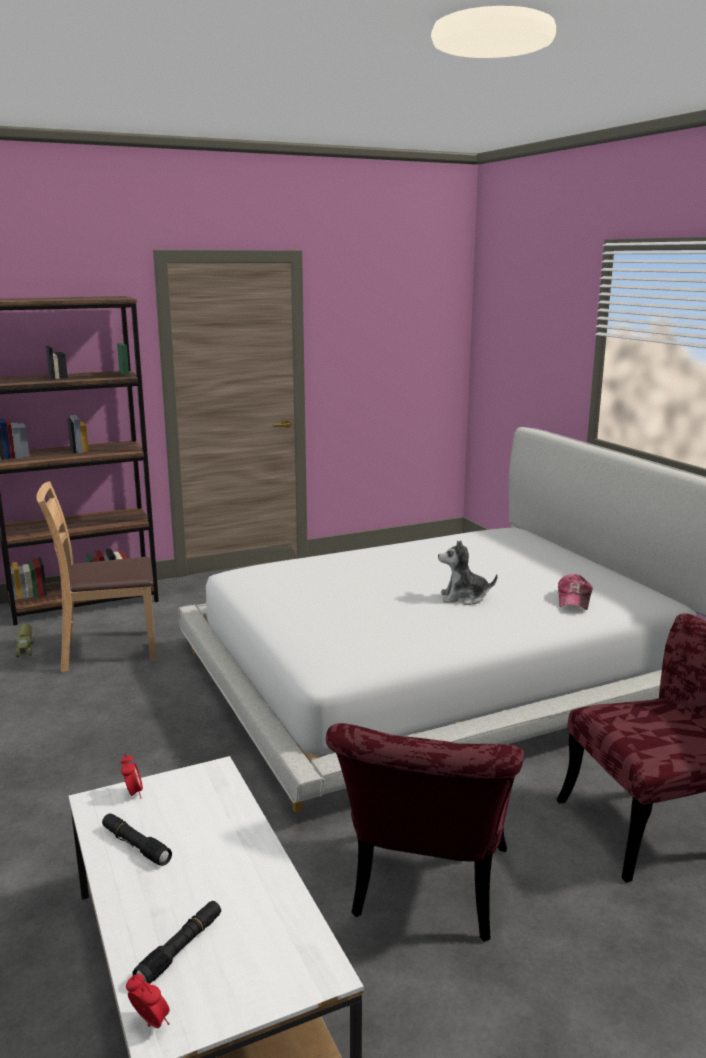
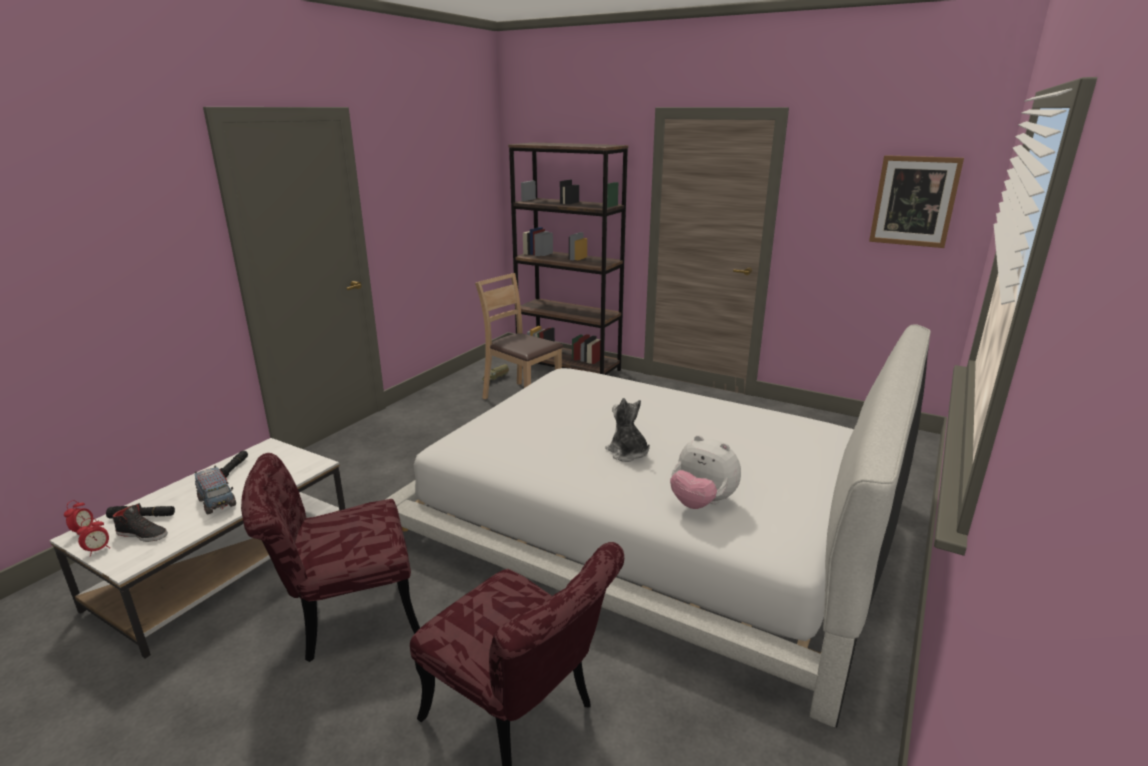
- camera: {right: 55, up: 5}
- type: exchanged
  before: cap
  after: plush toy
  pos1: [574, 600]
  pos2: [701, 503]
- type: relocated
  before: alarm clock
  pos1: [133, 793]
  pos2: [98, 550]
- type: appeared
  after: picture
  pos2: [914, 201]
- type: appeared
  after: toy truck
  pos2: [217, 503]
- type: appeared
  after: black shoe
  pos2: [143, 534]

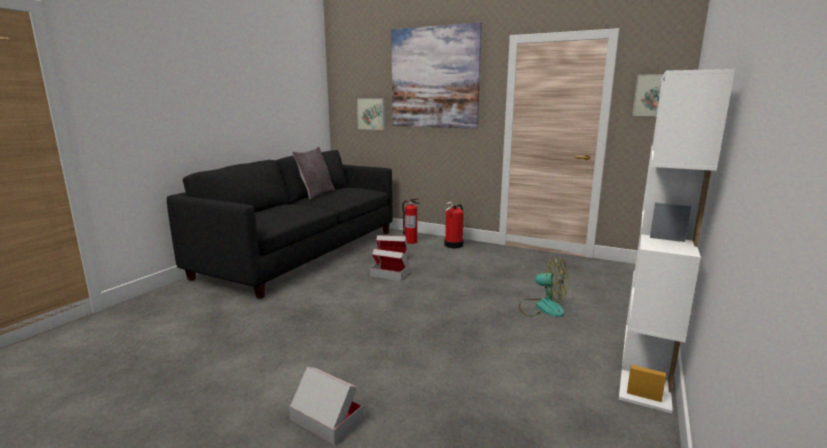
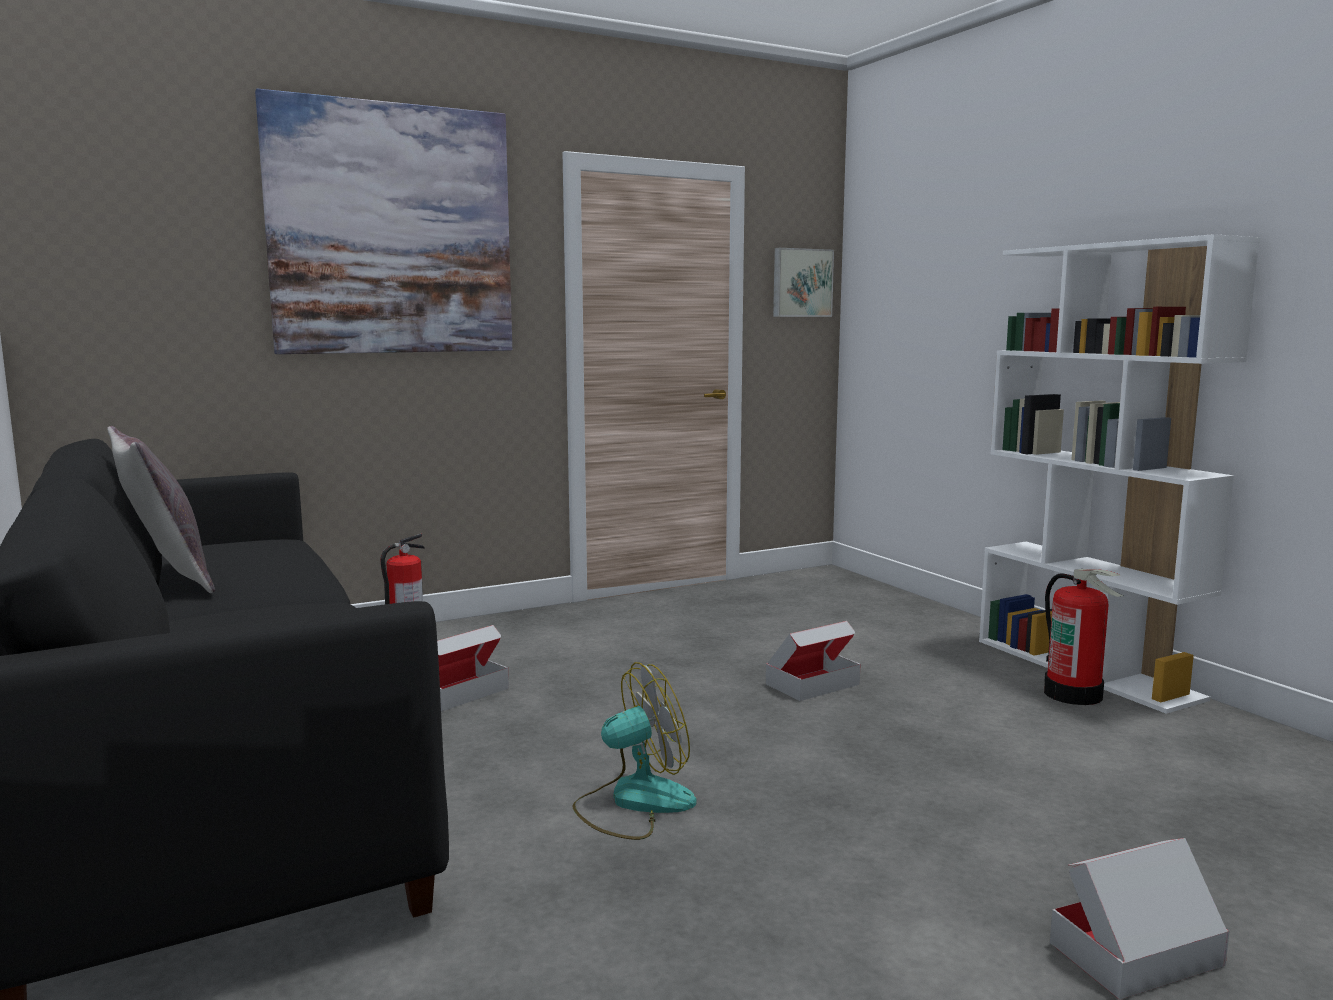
- camera: {right: -55, up: -5}
- type: missing
  before: picture
  pos1: [371, 114]
- type: relocated
  before: fire extinguisher
  pos1: [454, 245]
  pos2: [1074, 694]
- type: relocated
  before: cardboard box
  pos1: [390, 274]
  pos2: [812, 684]
- type: relocated
  before: fan
  pos1: [542, 307]
  pos2: [634, 802]

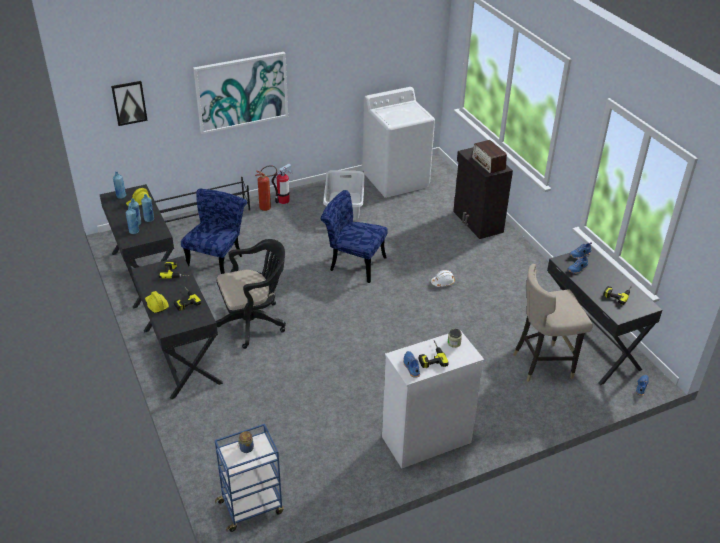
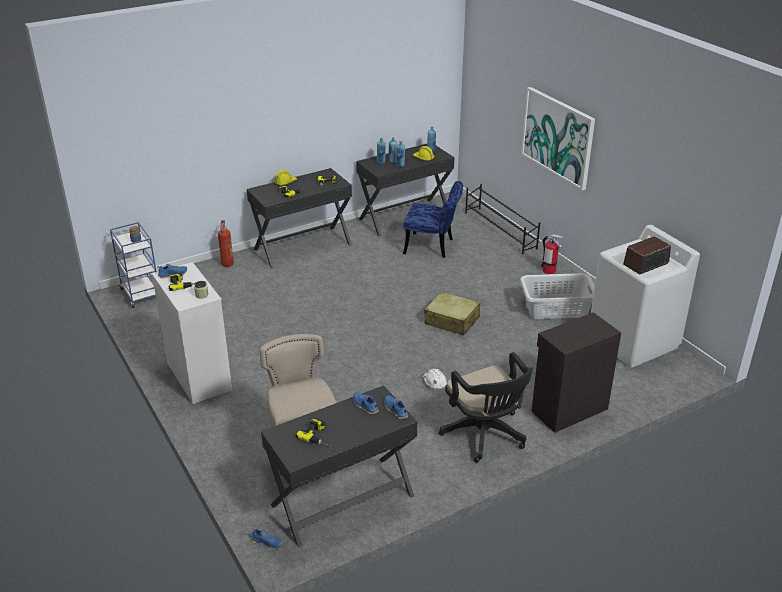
- camera: {right: 85, up: -5}
- type: missing
  before: picture
  pos1: [129, 103]
- type: relocated
  before: radio
  pos1: [488, 163]
  pos2: [645, 264]
- type: relocated
  before: fire extinguisher
  pos1: [268, 208]
  pos2: [227, 265]
- type: exchanged
  before: blue chair
  after: beige suitcase
  pos1: [353, 263]
  pos2: [452, 321]
- type: relocated
  before: black office chair
  pos1: [253, 322]
  pos2: [485, 436]

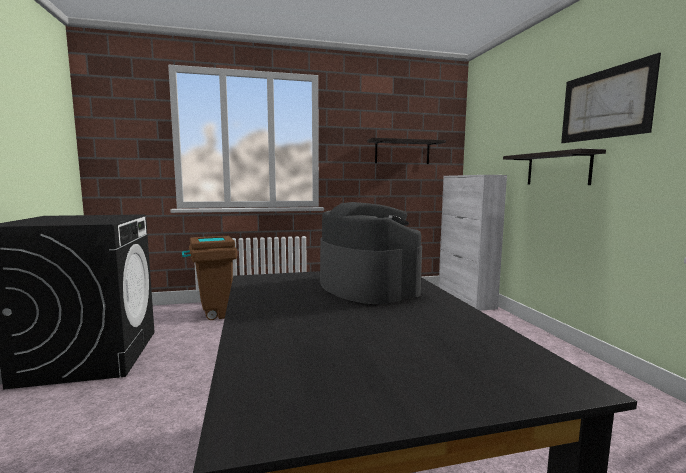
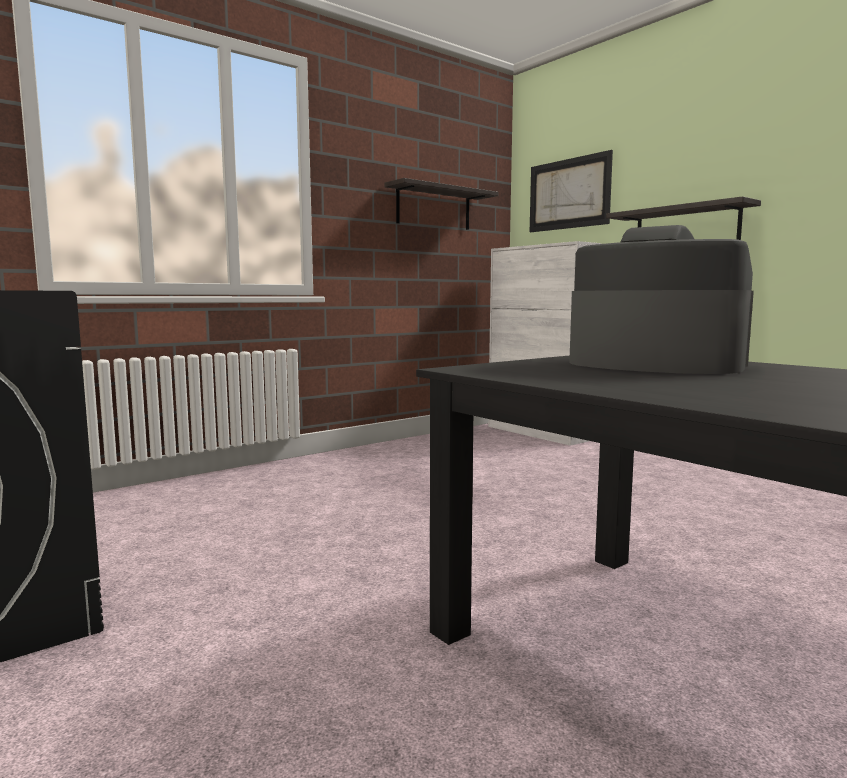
- camera: {right: -25, up: 0}
- type: relocated
  before: picture
  pos1: [604, 104]
  pos2: [568, 194]
- type: missing
  before: brown trash can
  pos1: [213, 315]

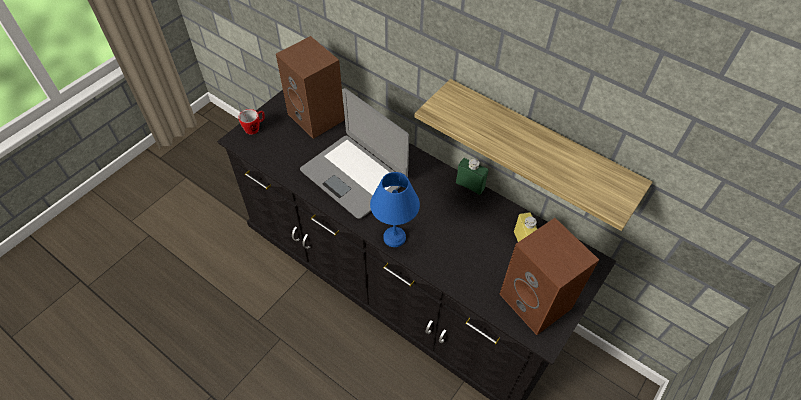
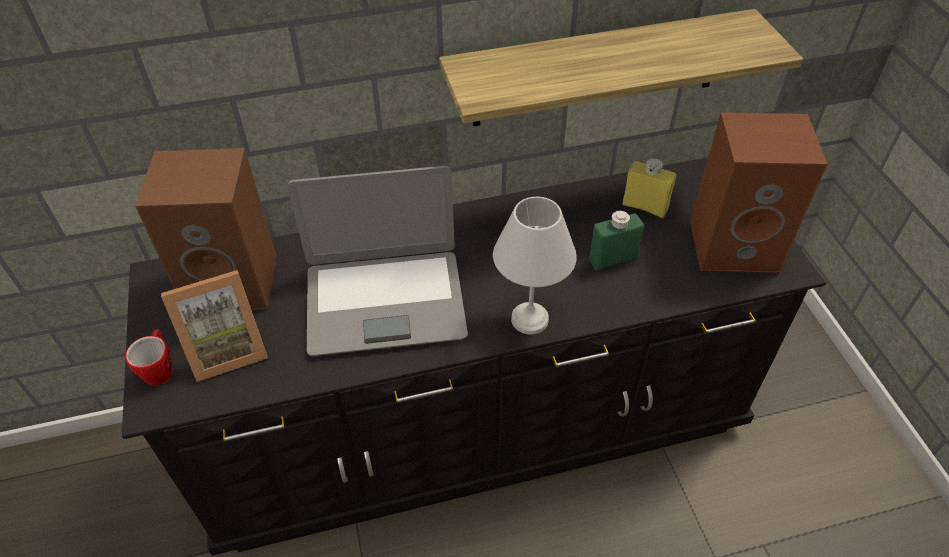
- camera: {right: -50, up: -5}
- type: relocated
  before: green bottle
  pos1: [470, 185]
  pos2: [612, 259]
- type: colour
  before: blue table lamp
  after: white table lamp
  pos1: [395, 236]
  pos2: [528, 318]
- type: appeared
  after: picture frame
  pos2: [226, 349]

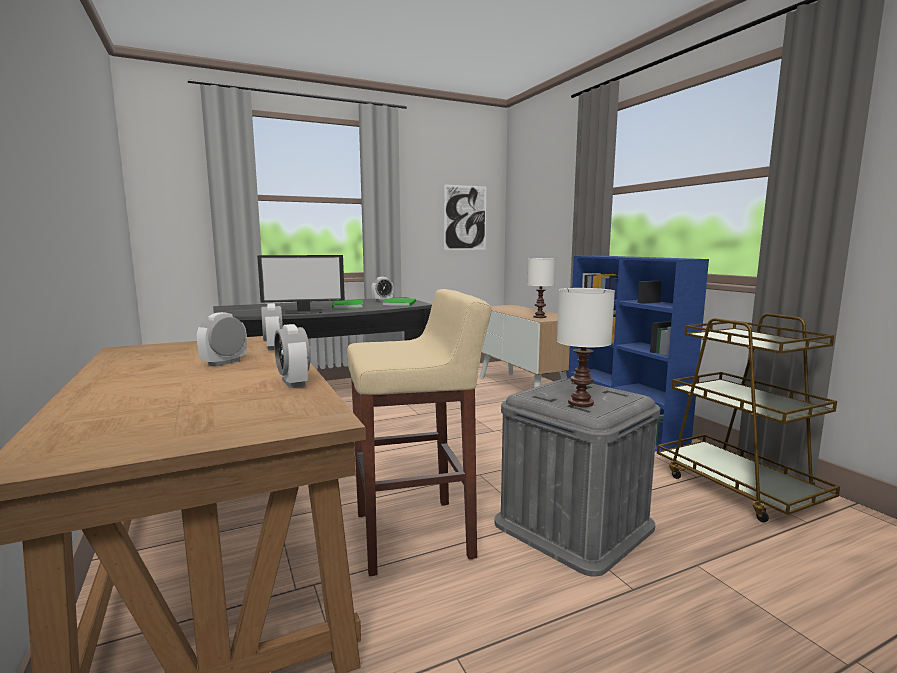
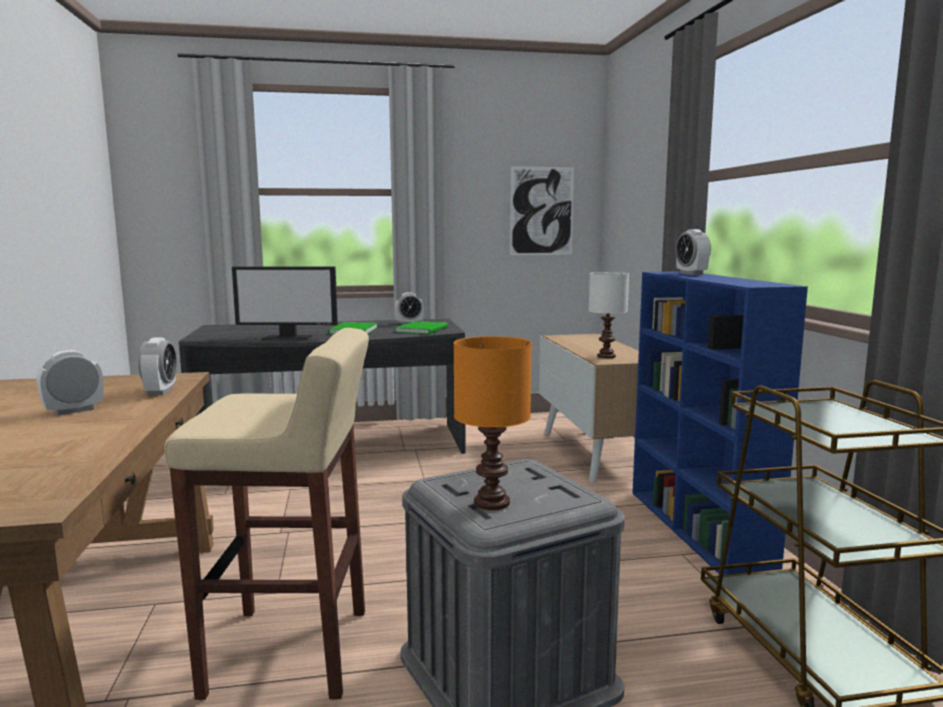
- camera: {right: 15, up: 0}
- type: colour
  before: white table lamp
  after: orange table lamp
  pos1: [580, 402]
  pos2: [492, 502]
- type: relocated
  before: alarm clock
  pos1: [293, 383]
  pos2: [691, 274]

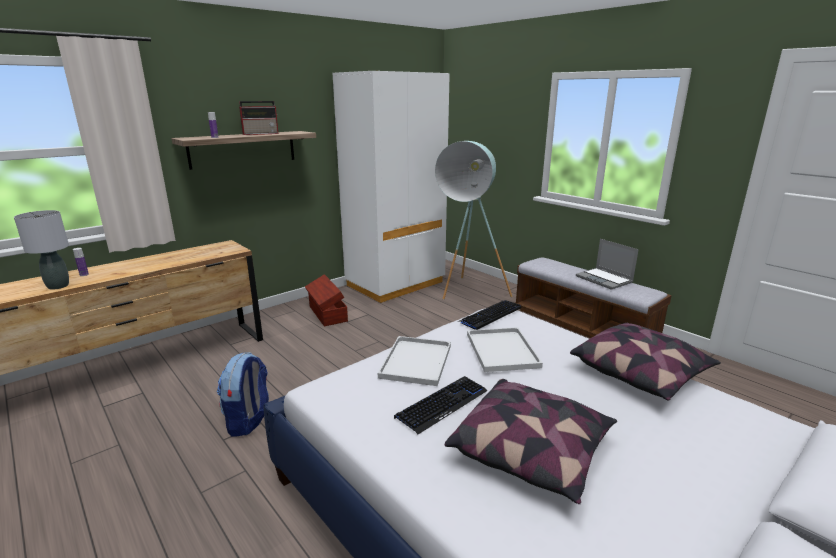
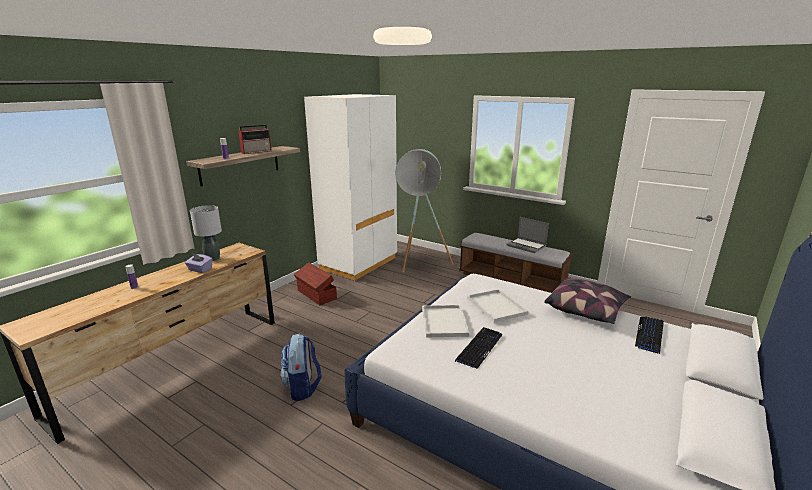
- camera: {right: -15, up: 0}
- type: relocated
  before: grey table lamp
  pos1: [58, 286]
  pos2: [212, 259]
- type: relocated
  before: keyboard
  pos1: [490, 315]
  pos2: [649, 335]
- type: missing
  before: pillow
  pos1: [532, 452]
- type: appeared
  after: purple tissue box
  pos2: [200, 270]

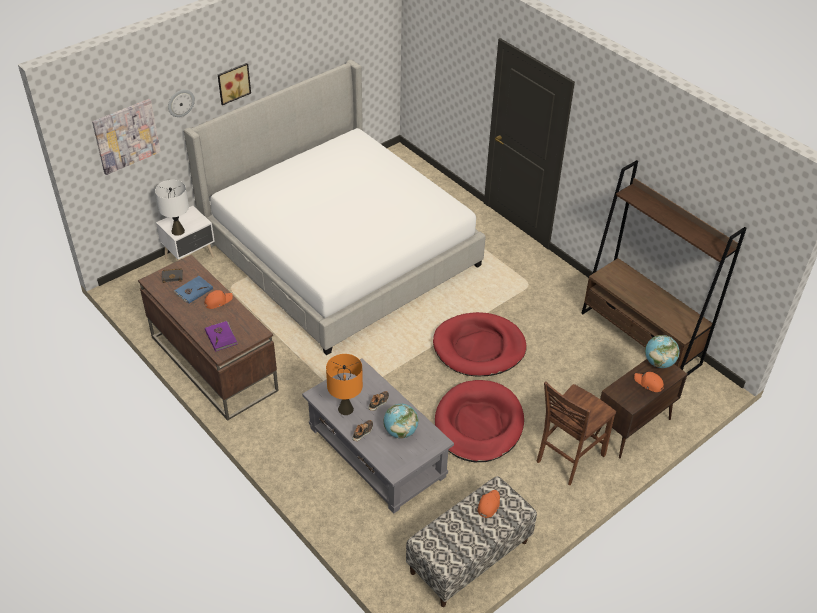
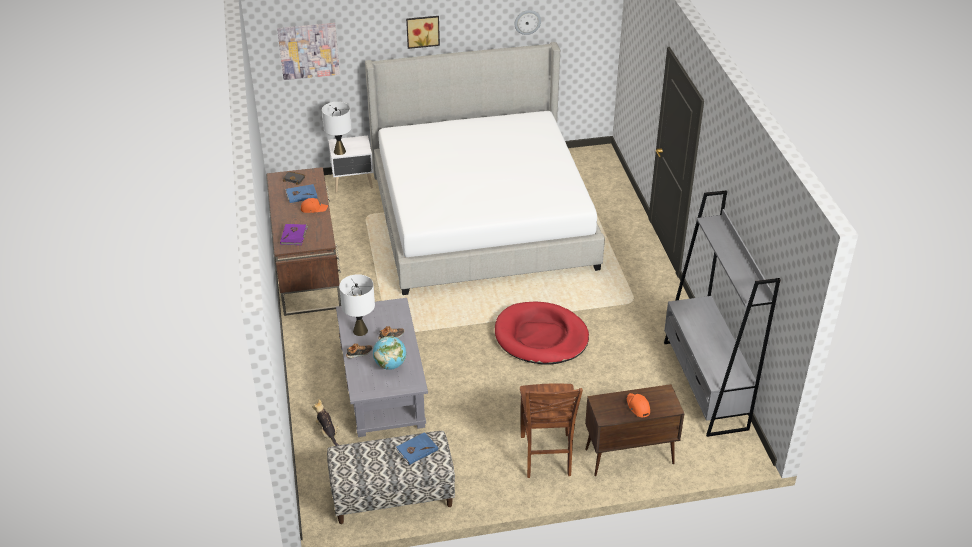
- camera: {right: 30, up: -5}
- type: relocated
  before: wall clock
  pos1: [180, 102]
  pos2: [527, 22]
- type: colour
  before: brown bookcase
  after: grey bookcase
  pos1: [640, 338]
  pos2: [704, 385]
- type: missing
  before: globe
  pos1: [659, 362]
- type: colour
  before: orange table lamp
  after: white table lamp
  pos1: [345, 409]
  pos2: [360, 331]
- type: missing
  before: red dog bed
  pos1: [478, 424]
- type: spun
  before: brown chair
  pos1: [568, 458]
  pos2: [546, 456]
  turn: -75
- type: exchanged
  before: orange cap
  after: blue book
  pos1: [488, 505]
  pos2: [416, 449]
- type: appeared
  after: plush toy
  pos2: [327, 433]

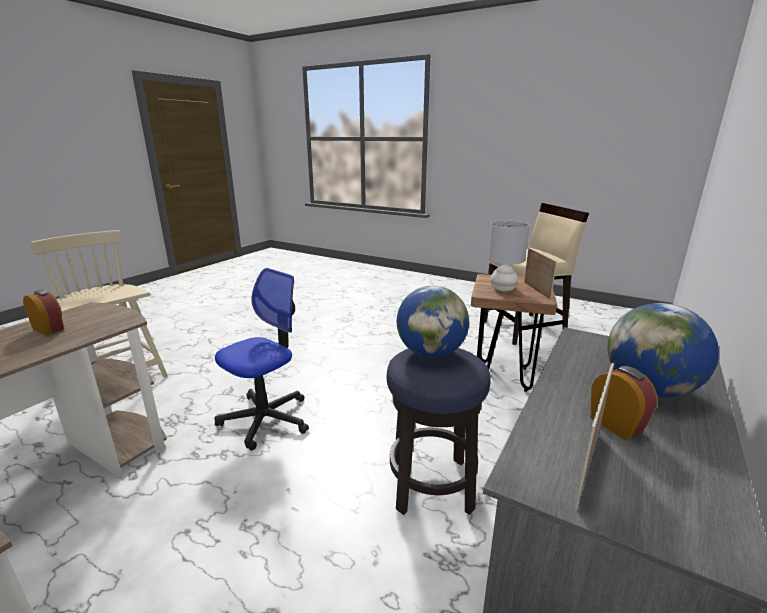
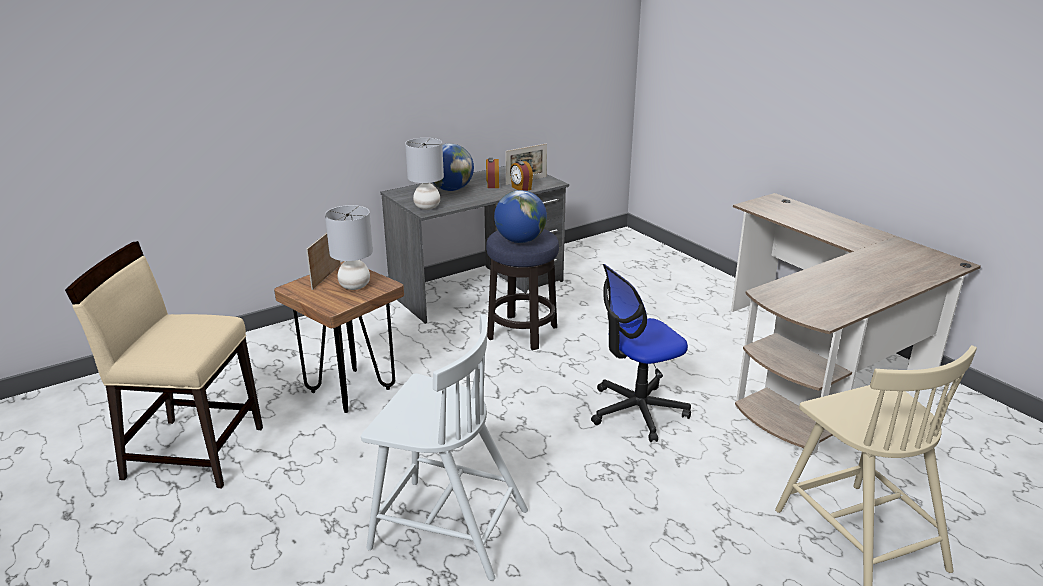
- camera: {right: -155, up: 5}
- type: relocated
  before: alarm clock
  pos1: [49, 329]
  pos2: [521, 188]
- type: appeared
  after: grey table lamp
  pos2: [427, 207]
- type: appeared
  after: white chair
  pos2: [446, 528]

